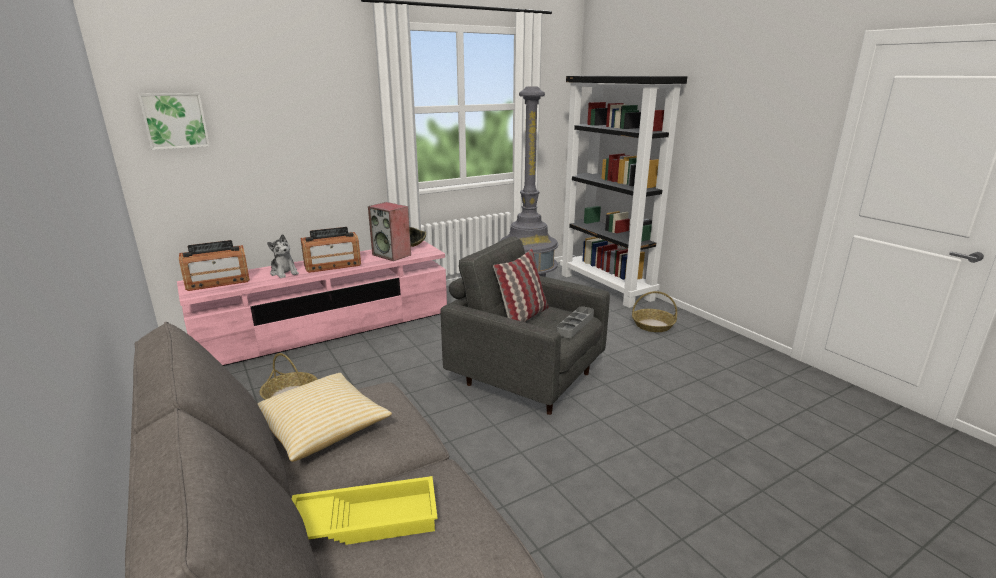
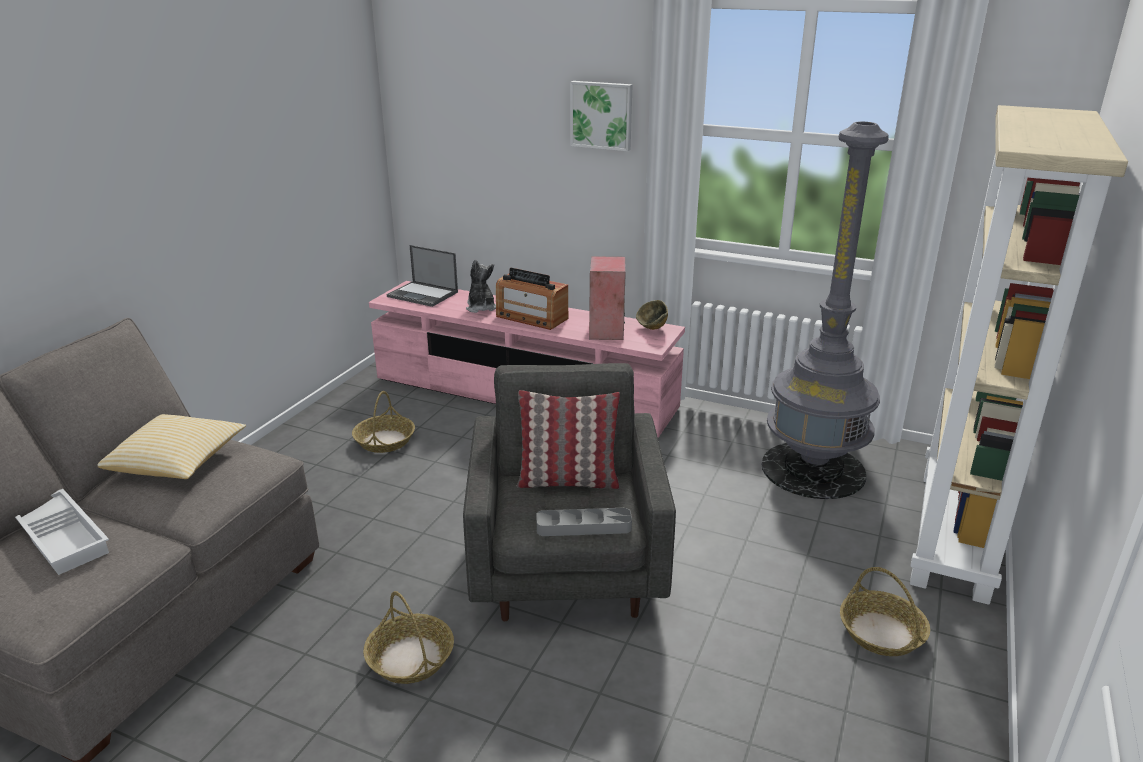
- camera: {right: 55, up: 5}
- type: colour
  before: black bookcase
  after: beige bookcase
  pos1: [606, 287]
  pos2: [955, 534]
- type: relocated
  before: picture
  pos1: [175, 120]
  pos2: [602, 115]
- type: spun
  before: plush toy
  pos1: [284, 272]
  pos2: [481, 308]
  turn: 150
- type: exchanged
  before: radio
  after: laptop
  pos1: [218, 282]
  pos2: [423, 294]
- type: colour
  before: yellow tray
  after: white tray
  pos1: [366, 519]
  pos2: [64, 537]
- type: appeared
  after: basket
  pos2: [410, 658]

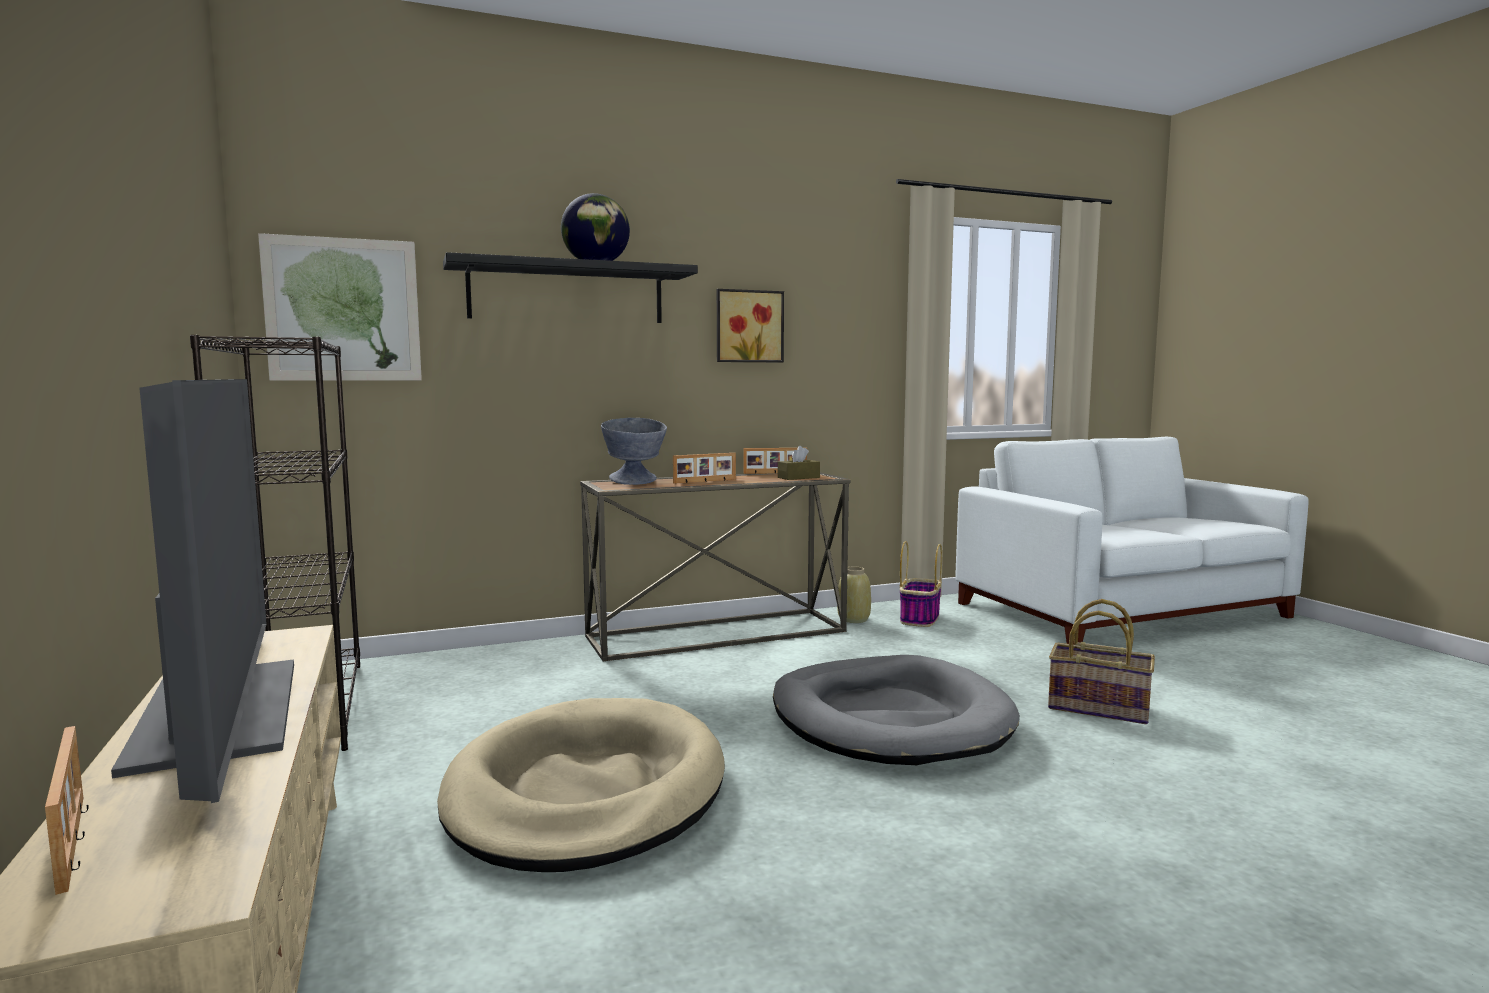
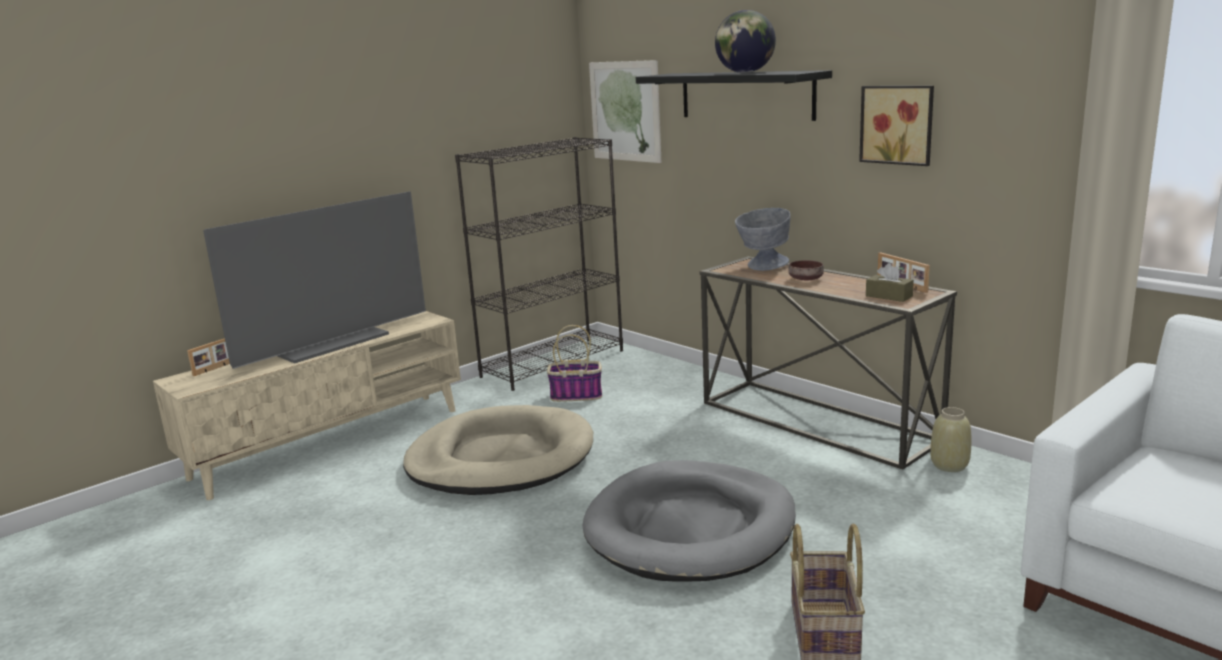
- camera: {right: 70, up: 10}
- type: exchanged
  before: picture frame
  after: brown bowl
  pos1: [705, 481]
  pos2: [806, 279]
- type: relocated
  before: basket
  pos1: [919, 618]
  pos2: [577, 395]

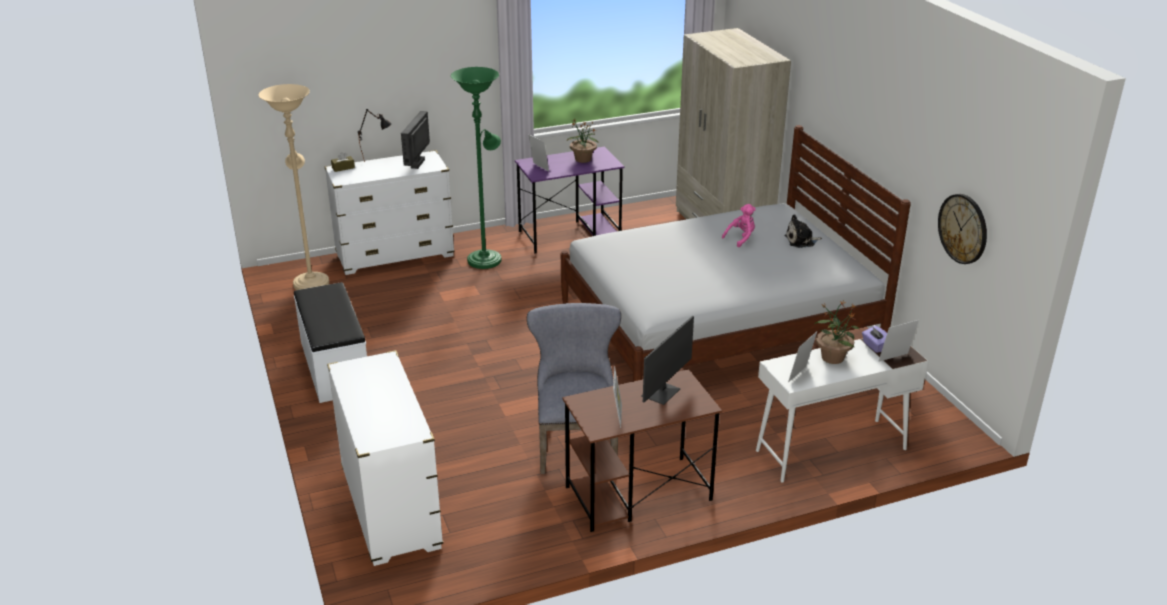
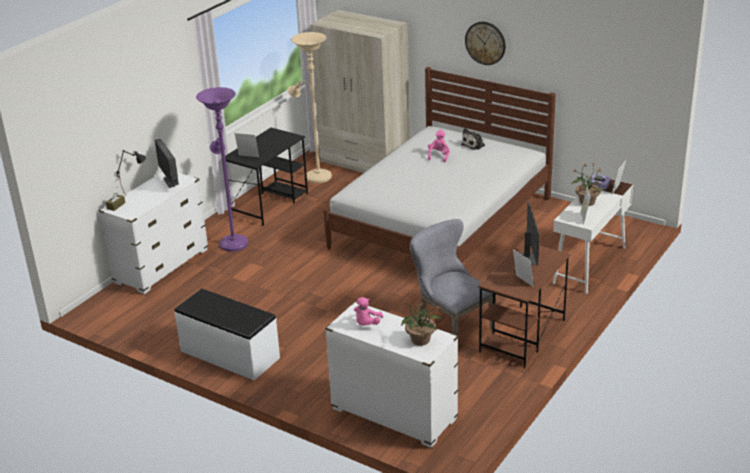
- camera: {right: -35, up: 0}
- type: colour
  before: green floor lamp
  after: purple floor lamp
  pos1: [486, 258]
  pos2: [232, 242]
- type: relocated
  before: beige floor lamp
  pos1: [311, 281]
  pos2: [316, 176]
- type: relocated
  before: potted plant
  pos1: [583, 159]
  pos2: [421, 340]
- type: colour
  before: purple desk
  after: black desk
  pos1: [570, 234]
  pos2: [270, 204]
- type: relocated
  before: wall clock
  pos1: [963, 228]
  pos2: [485, 43]
- type: appeared
  after: pink plush toy
  pos2: [367, 324]

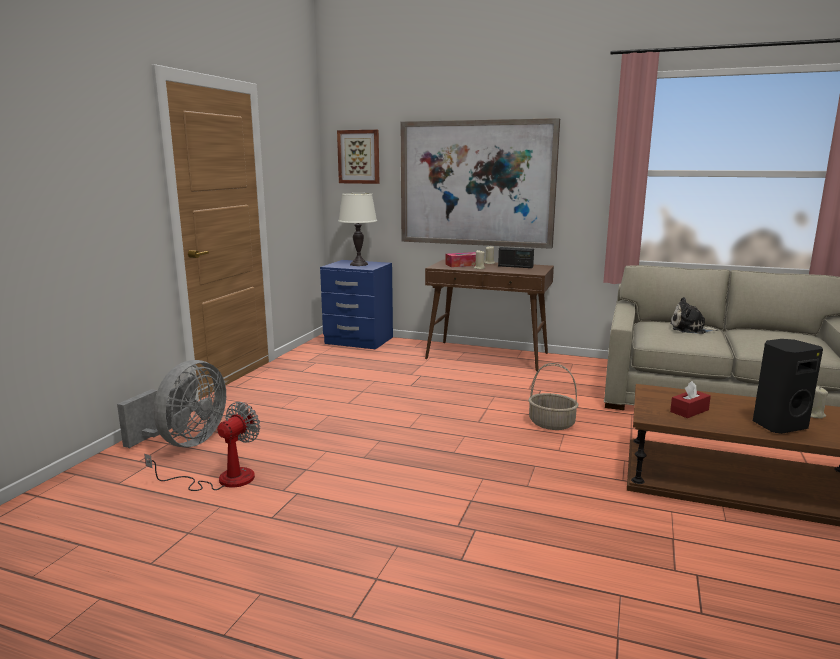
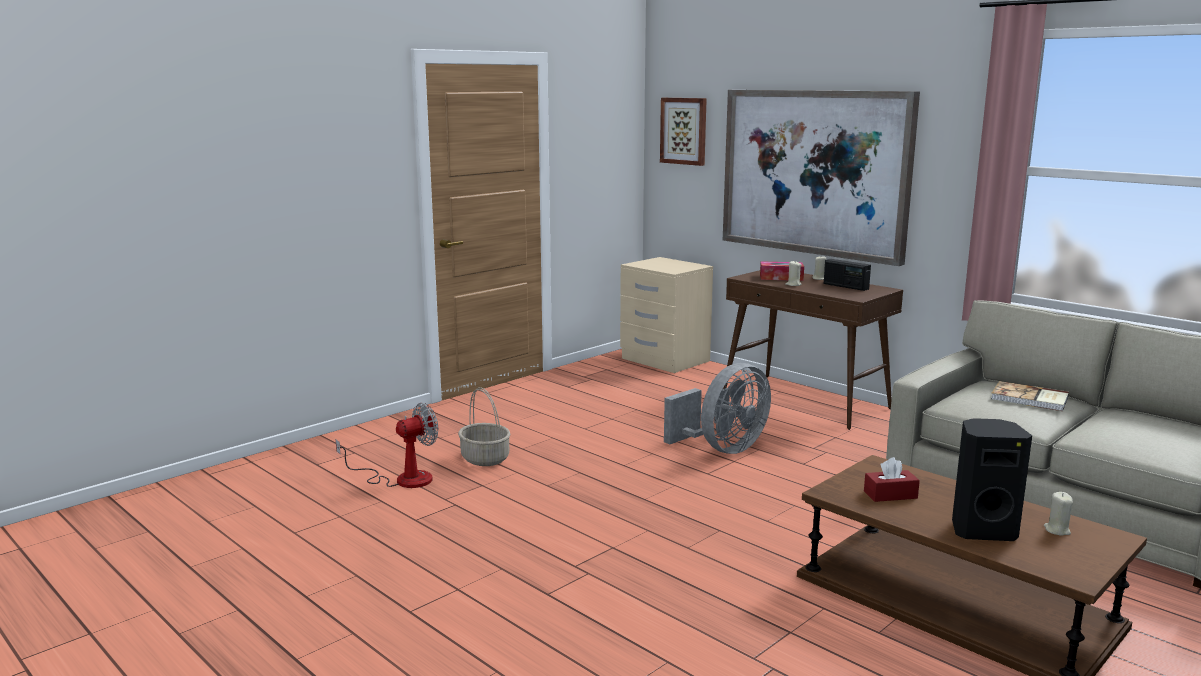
- camera: {right: 25, up: 0}
- type: missing
  before: white table lamp
  pos1: [358, 264]
- type: colour
  before: blue nightstand
  after: beige nightstand
  pos1: [358, 341]
  pos2: [664, 360]
- type: exchanged
  before: plush toy
  after: book
  pos1: [690, 329]
  pos2: [1030, 399]
- type: relocated
  before: grey fan
  pos1: [185, 442]
  pos2: [723, 448]
- type: relocated
  before: basket
  pos1: [552, 423]
  pos2: [485, 459]

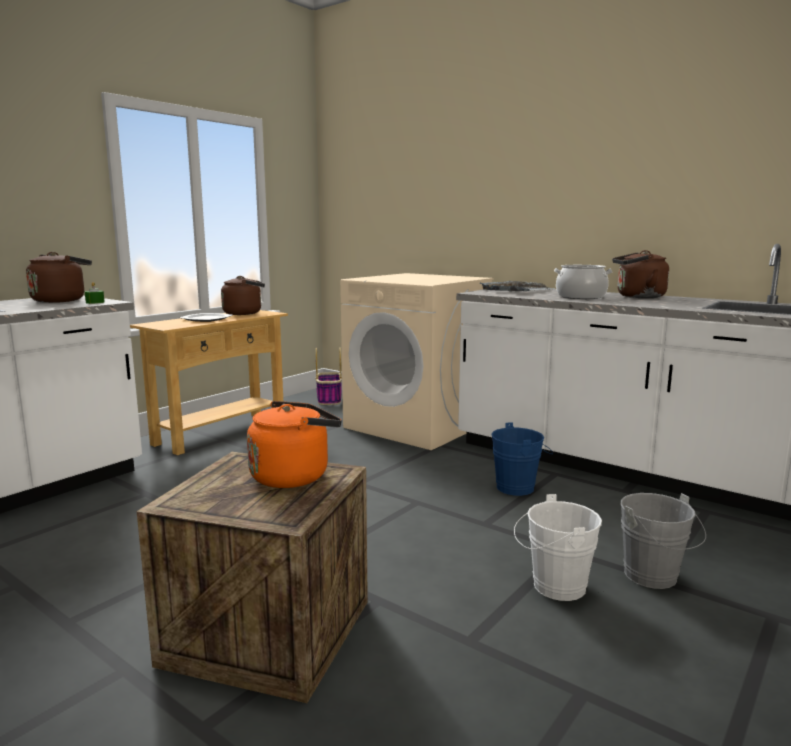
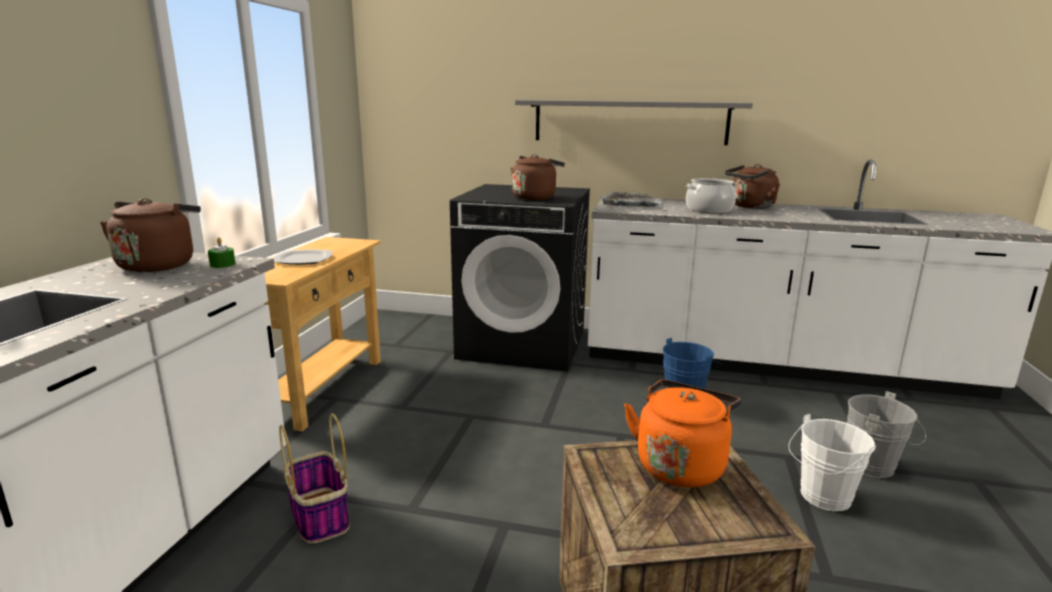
- camera: {right: -25, up: 5}
- type: colour
  before: beige washing machine
  after: black washing machine
  pos1: [417, 426]
  pos2: [523, 344]
- type: relocated
  before: brown kettle
  pos1: [245, 313]
  pos2: [535, 197]
- type: relocated
  before: basket
  pos1: [329, 399]
  pos2: [319, 515]
- type: appeared
  after: grey shelf
  pos2: [629, 122]

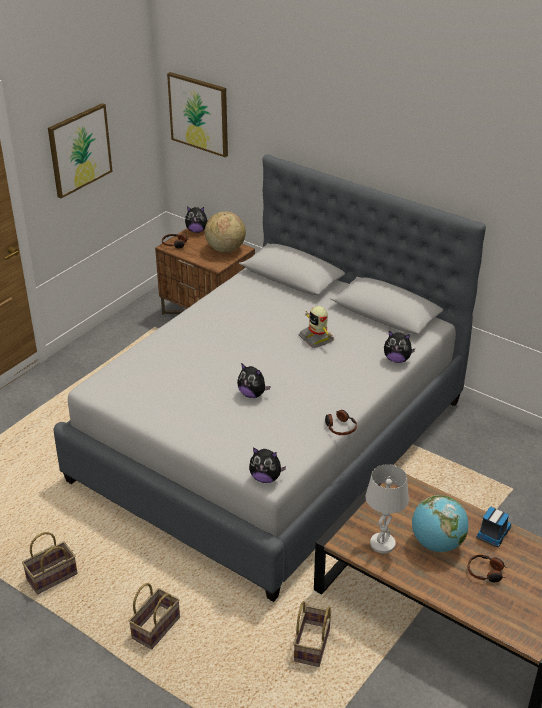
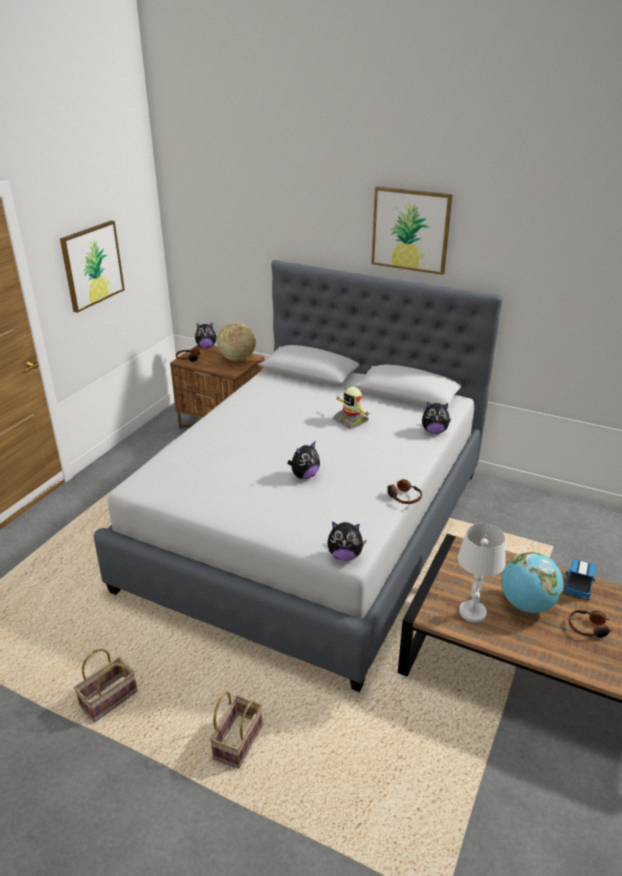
- camera: {right: -10, up: -5}
- type: relocated
  before: picture
  pos1: [199, 114]
  pos2: [410, 230]
- type: spun
  before: plush toy
  pos1: [252, 394]
  pos2: [304, 476]
  turn: -60
- type: missing
  before: basket
  pos1: [312, 646]

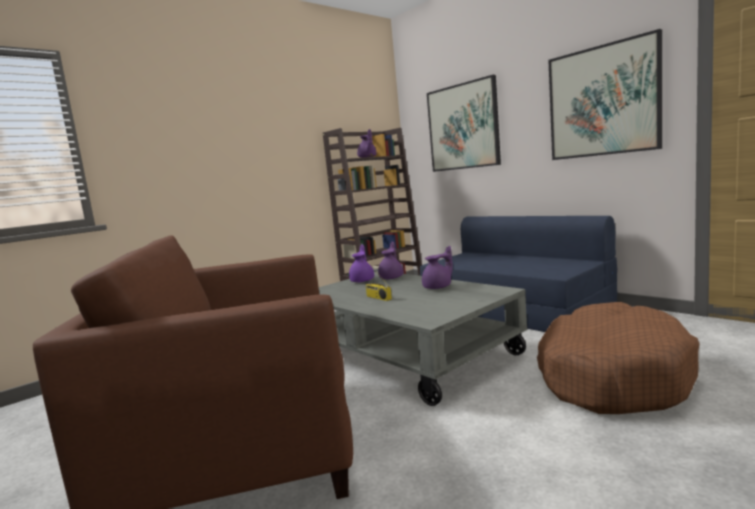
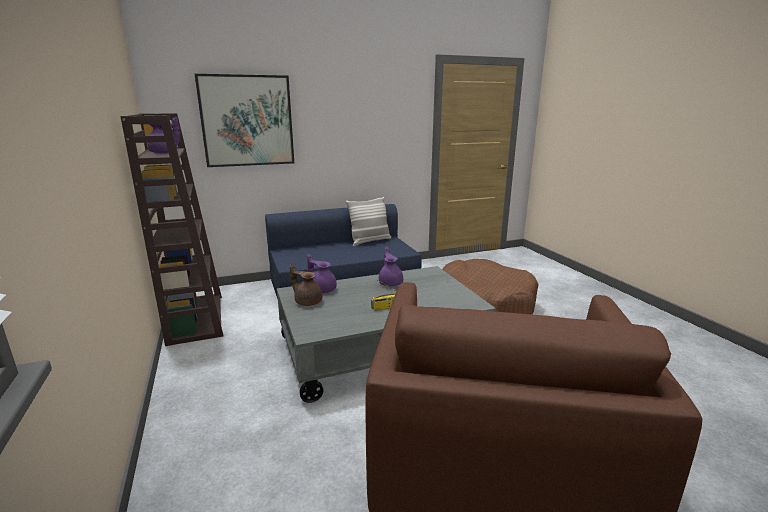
- camera: {right: -70, up: 10}
- type: missing
  before: picture
  pos1: [602, 101]
- type: colour
  before: purple teapot
  after: brown teapot
  pos1: [363, 280]
  pos2: [307, 301]
- type: appeared
  after: pillow
  pos2: [369, 241]

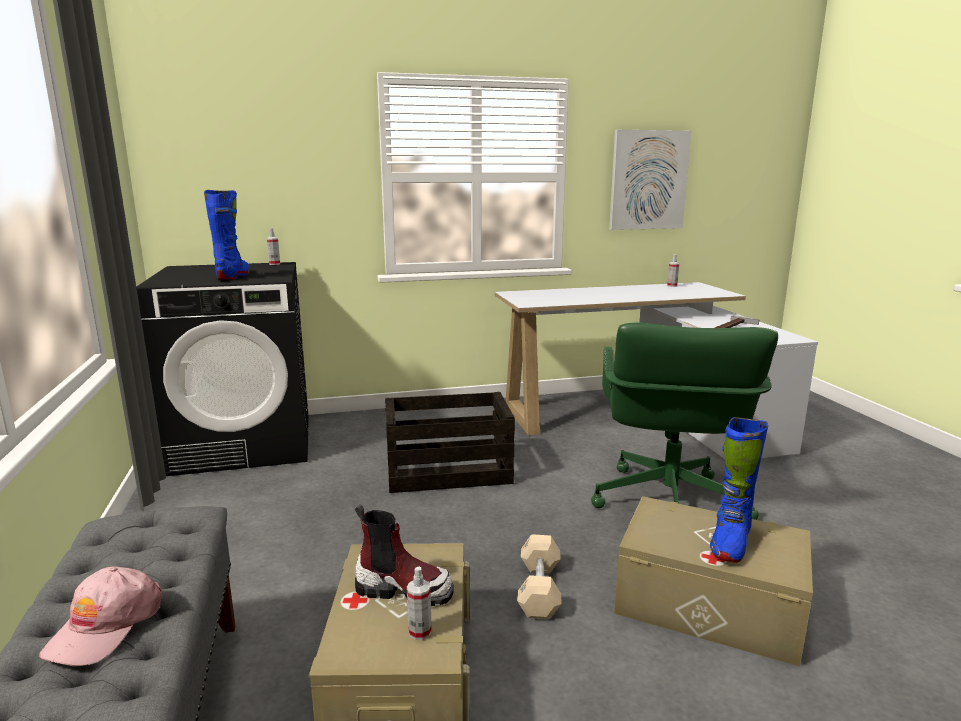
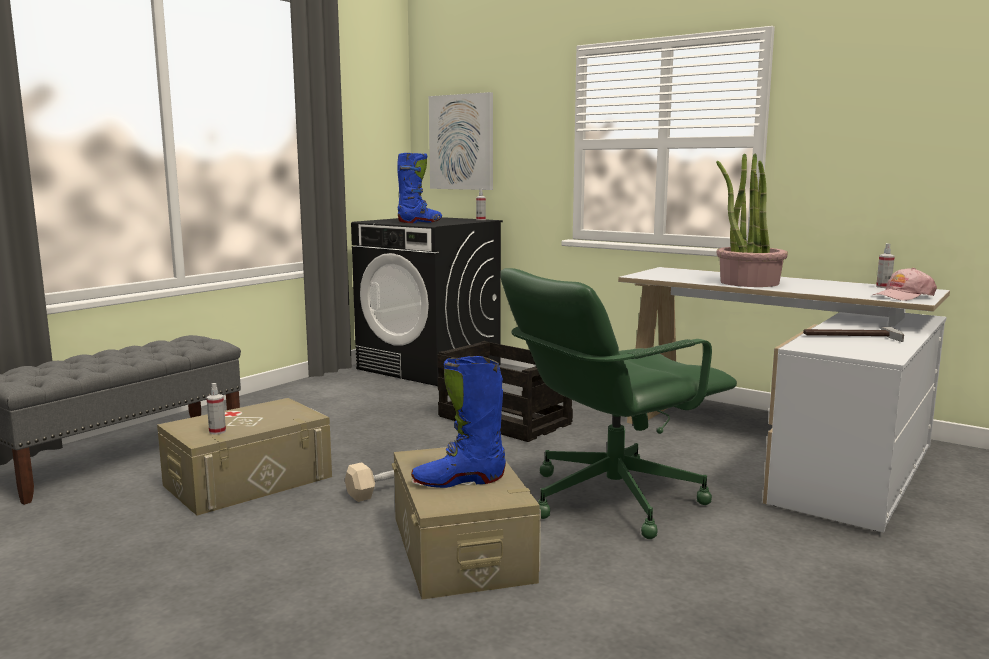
- camera: {right: 50, up: -5}
- type: relocated
  before: picture
  pos1: [648, 180]
  pos2: [462, 142]
- type: missing
  before: boot
  pos1: [404, 589]
- type: relocated
  before: pink cap
  pos1: [105, 626]
  pos2: [903, 296]
- type: appeared
  after: potted plant
  pos2: [748, 283]

